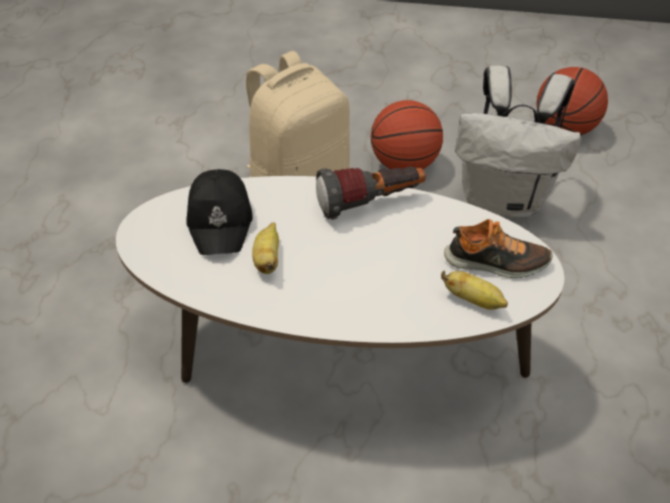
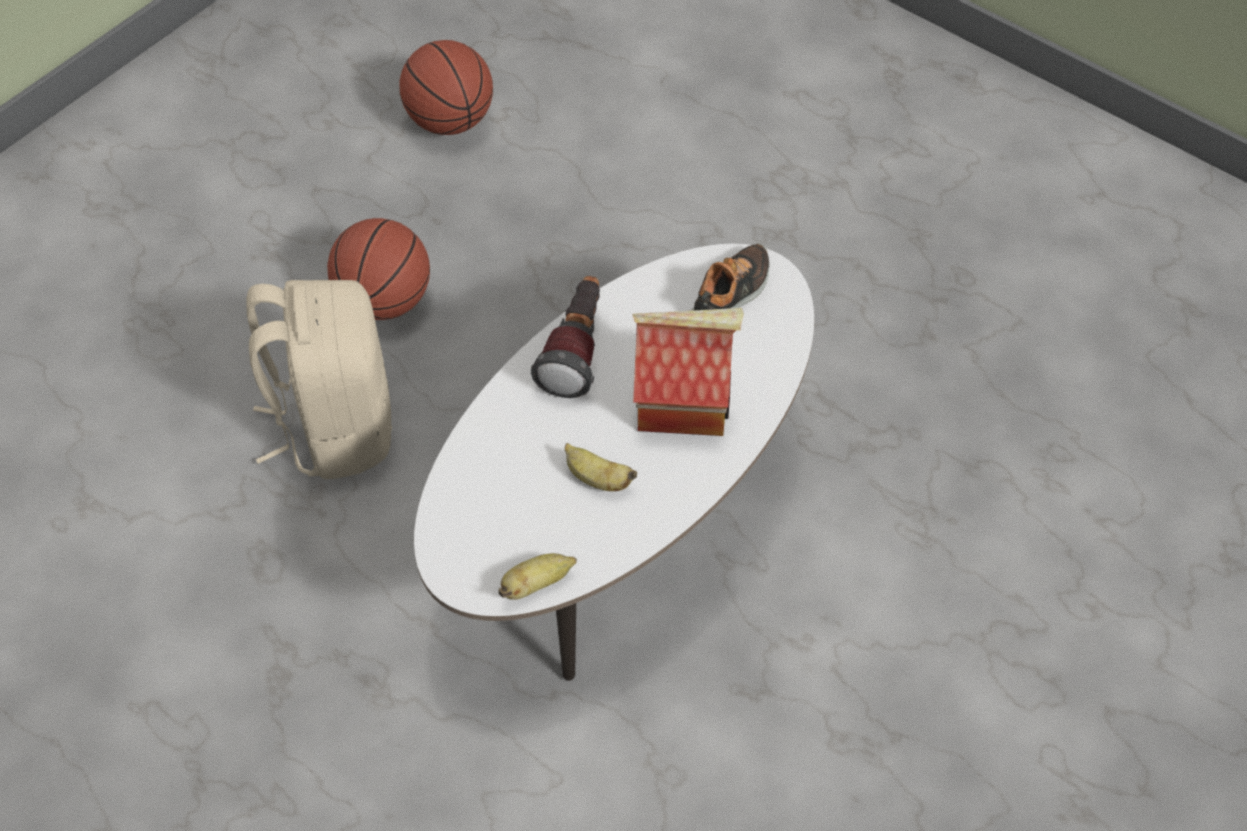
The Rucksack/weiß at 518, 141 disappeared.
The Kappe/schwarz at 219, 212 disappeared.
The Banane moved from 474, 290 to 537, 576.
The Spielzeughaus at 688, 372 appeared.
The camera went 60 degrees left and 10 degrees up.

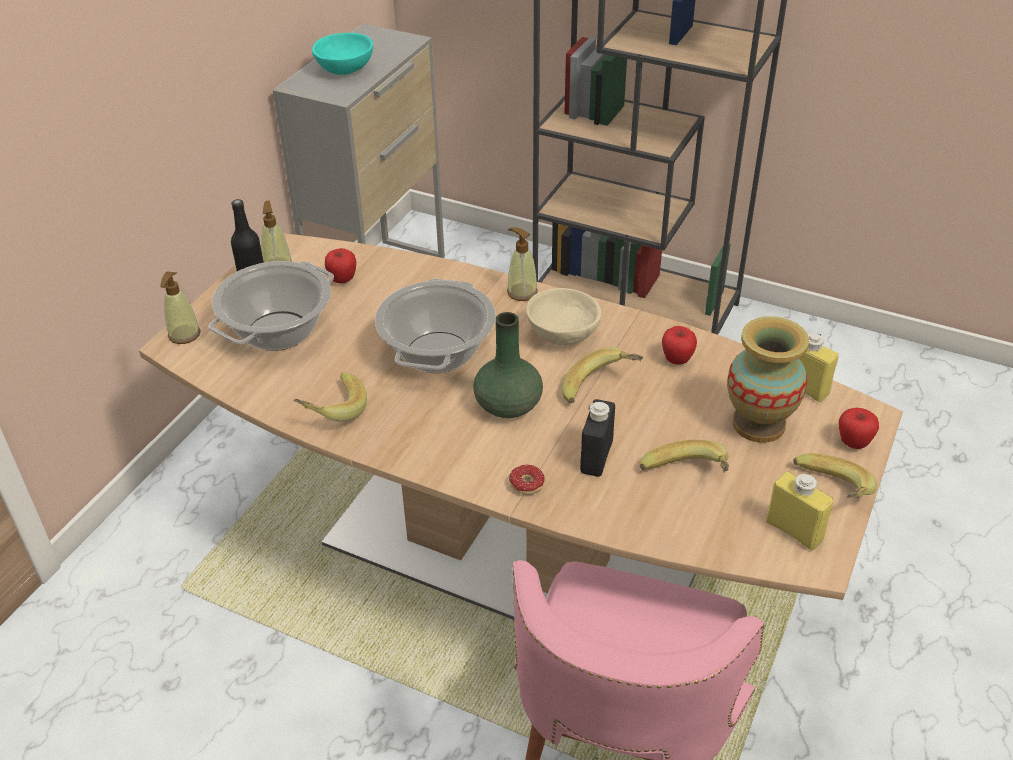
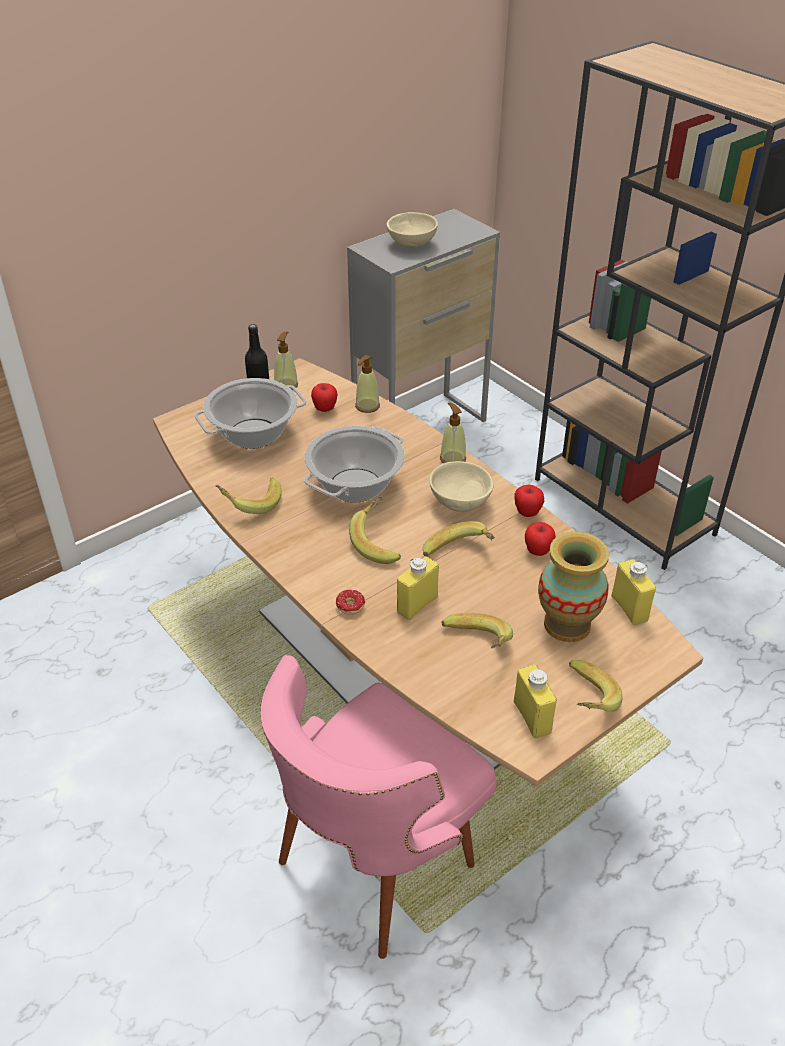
The Schüssel/türkis at 342, 54 became the Schüssel/beige at 412, 229.
The Seifenspender moved from 180, 308 to 367, 384.
The Vase/grün at 508, 365 was replaced by the Banane at 375, 530.
The Flasche/schwarz at 597, 438 became the Flasche/gelb at 418, 588.
The Apfel moved from 859, 428 to 529, 500.
The camera went 25 degrees right and 0 degrees up.

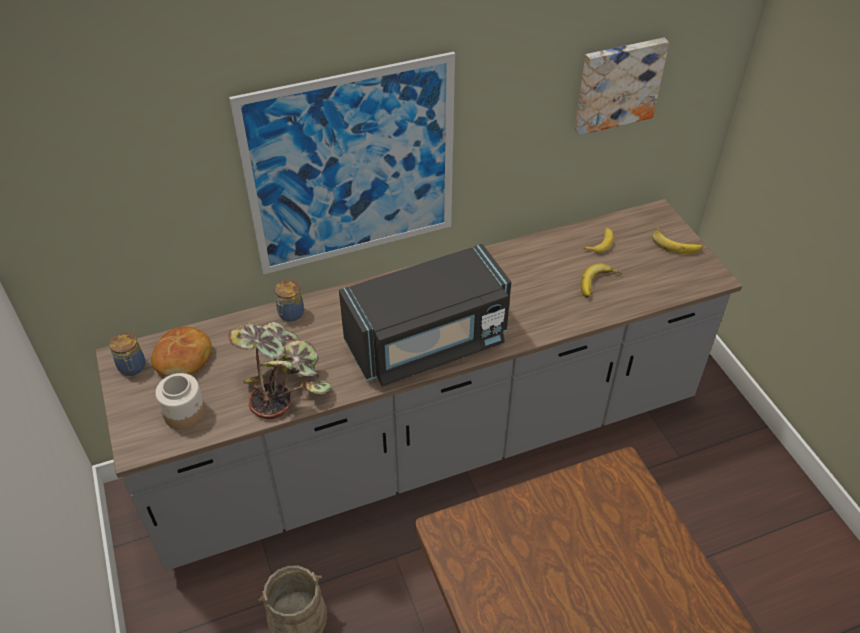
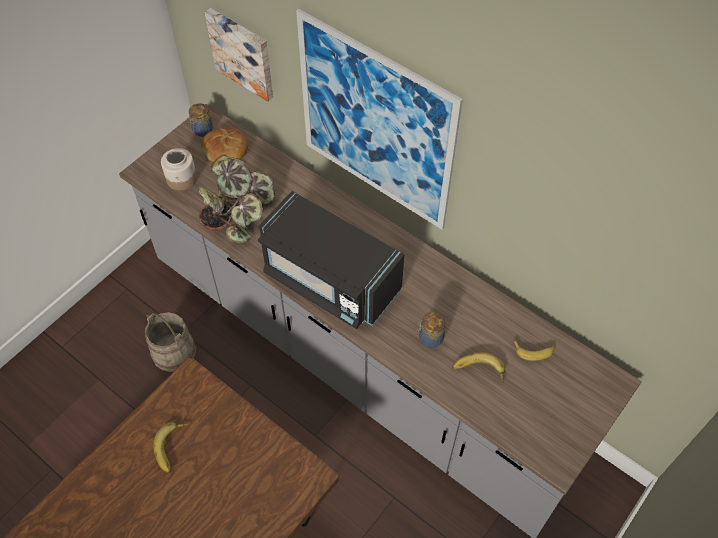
The Bild moved from 622, 86 to 238, 54.
The Banane moved from 677, 239 to 170, 447.
The Vorratsglas moved from 289, 300 to 431, 330.
The camera went 60 degrees right and 10 degrees up.

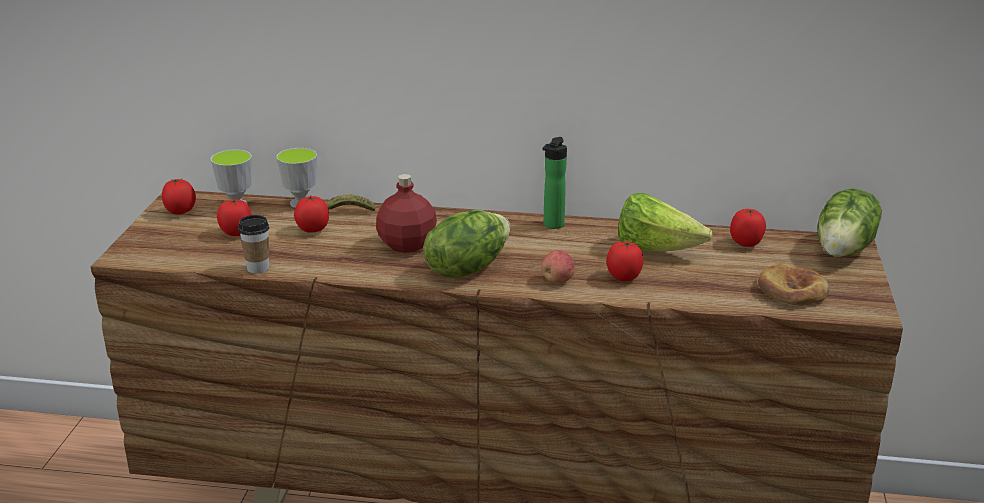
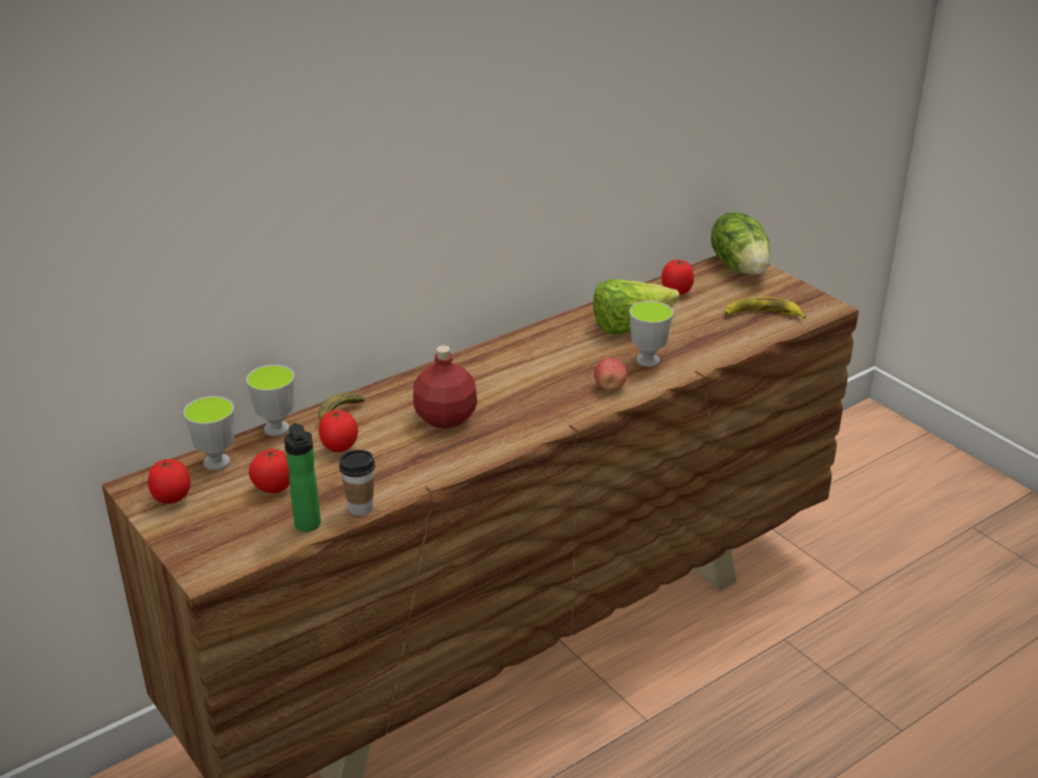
The Flasche moved from 555, 183 to 302, 477.
The Salatkopf at 466, 243 disappeared.
The Tomate at 625, 261 was replaced by the Tasse at 651, 334.
The Brot at 793, 285 was replaced by the Banane at 765, 308.
The camera went 45 degrees left and 5 degrees up.

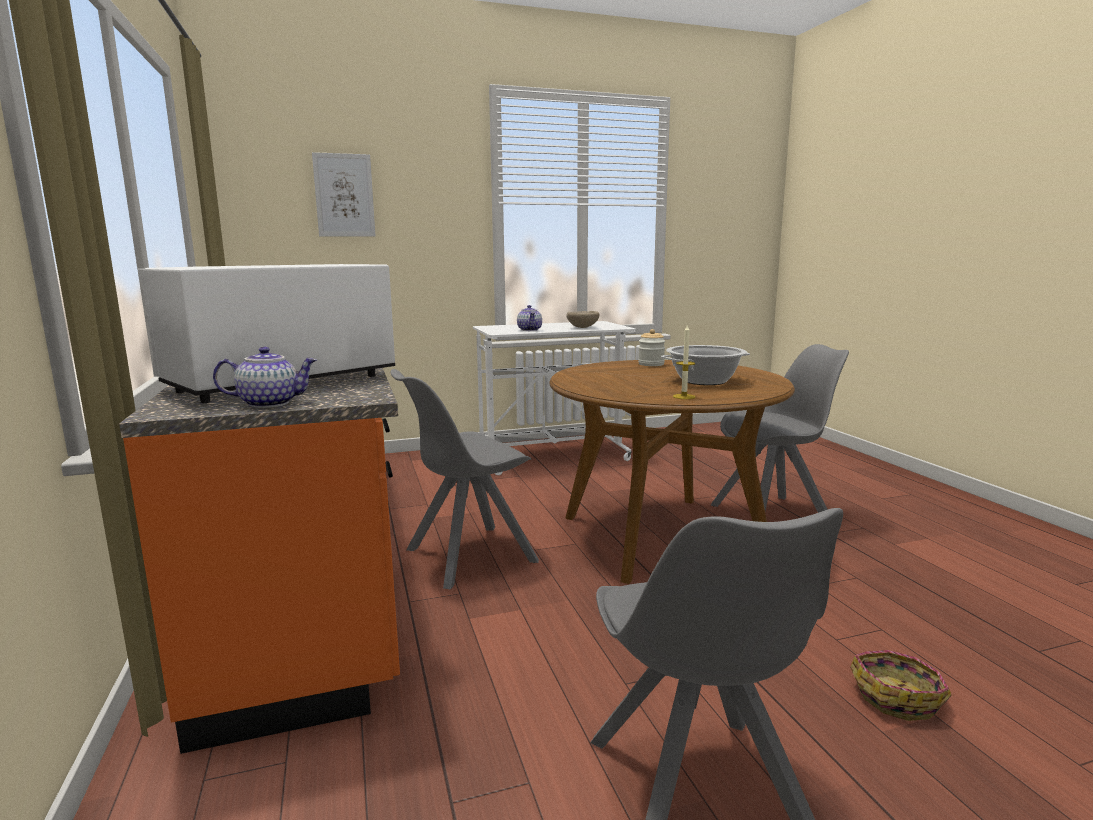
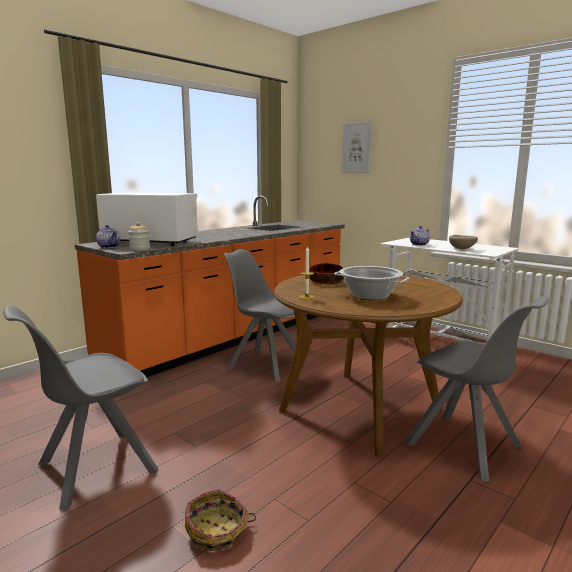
The Vorratsglas moved from 651, 347 to 139, 236.
The Schüssel at 326, 274 appeared.
The camera went 60 degrees right and 0 degrees up.

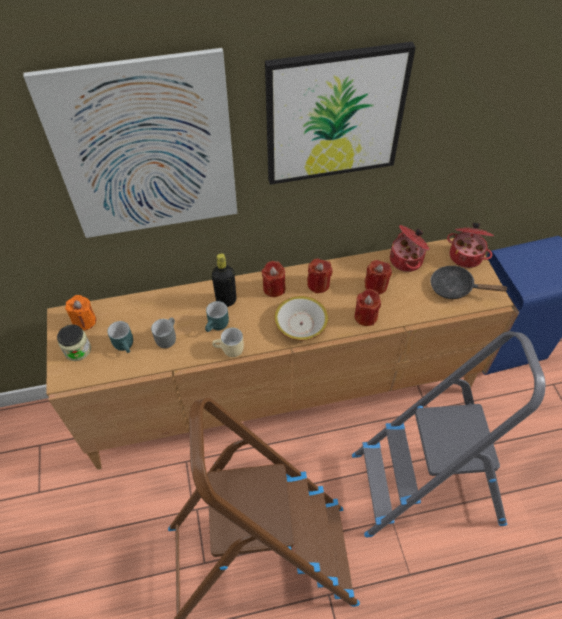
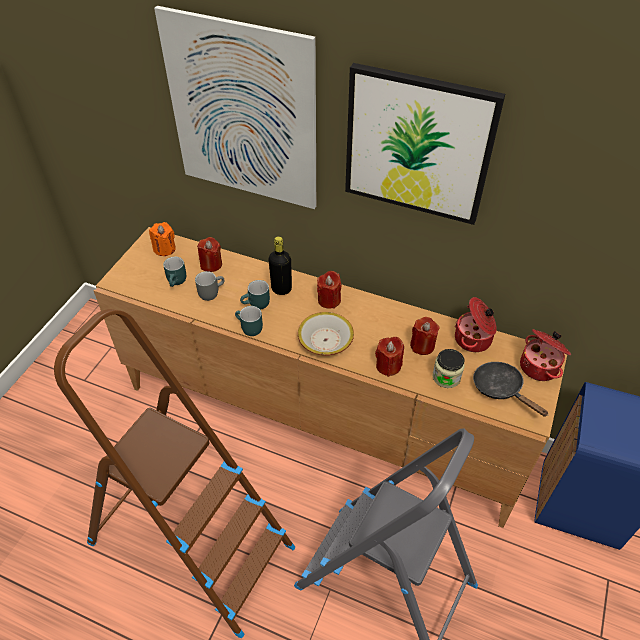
The Kerze/rot moved from 319, 276 to 209, 254.
The Vorratsglas moved from 74, 343 to 448, 368.
The Henkelbecher/beige at 228, 342 became the Henkelbecher/türkis at 249, 321.
The camera went 35 degrees right and 5 degrees down.

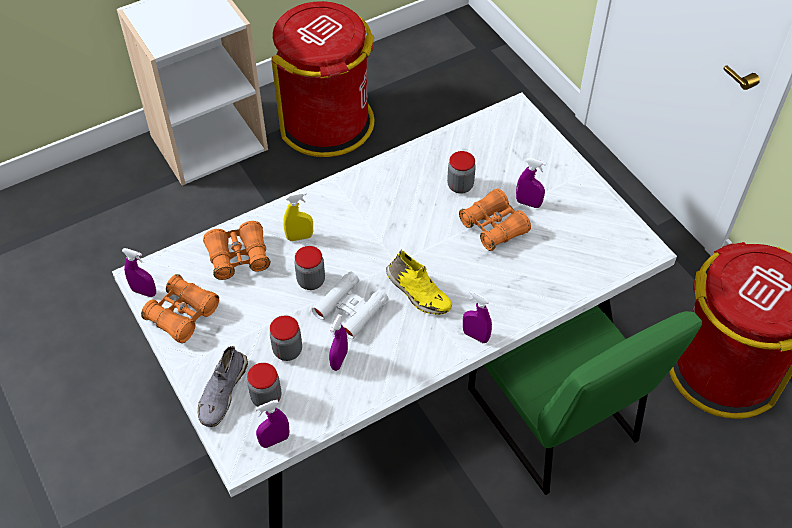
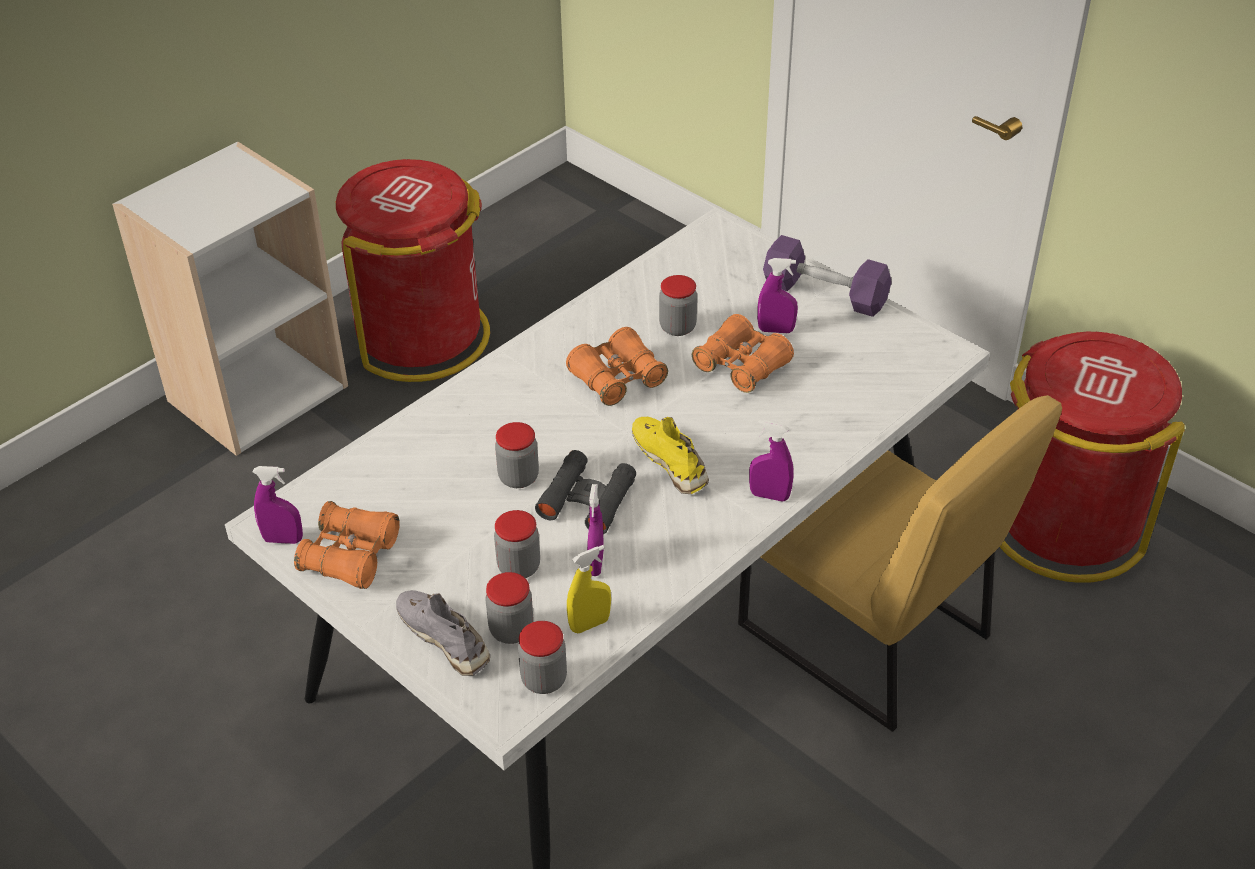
The Sprühflasche/gelb moved from 298, 216 to 589, 589.
The Fernglas/orange moved from 236, 250 to 617, 366.
The Schuh/gelb at 419, 282 turned 150 degrees counterclockwise.
The Fernglas/weiß at 349, 305 became the Fernglas/schwarz at 585, 492.
The Stuhl/grün at 585, 400 became the Stuhl/gelb at 900, 563.
The Schuh/grau at 223, 386 turned 135 degrees clockwise.
The Sprühflasche/lila at 272, 424 was replaced by the Vorratsglas at 542, 657.
The Hantel/lila at 827, 276 appeared.
The camera went 15 degrees left and 10 degrees down.

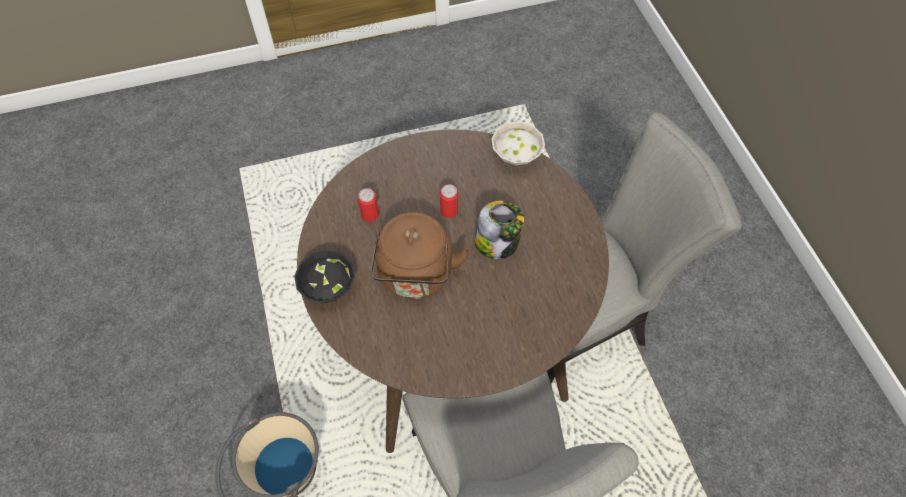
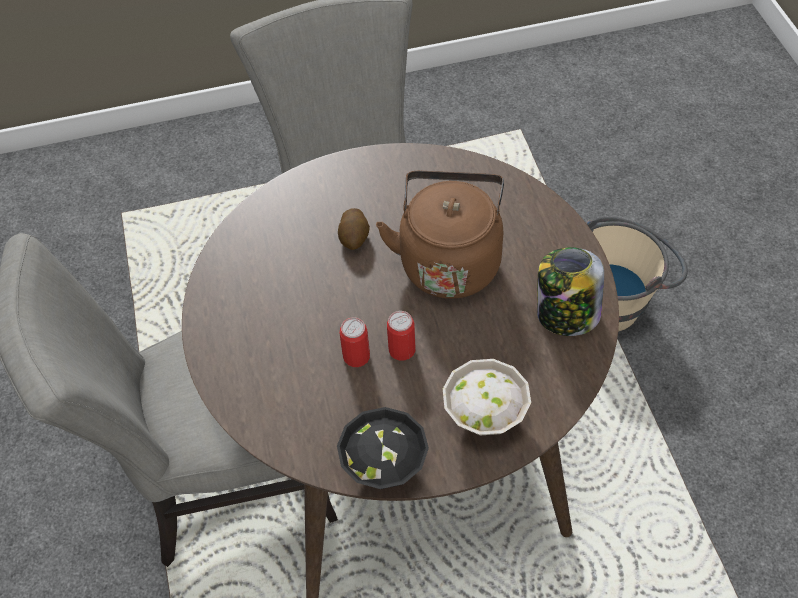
The Schüssel/weiß moved from 518, 143 to 487, 397.
The Dose moved from 368, 205 to 354, 342.
The Vorratsglas moved from 499, 230 to 570, 291.
The Schüssel/schwarz moved from 324, 276 to 383, 448.
The Kartoffel at 354, 229 appeared.
The camera went 175 degrees left and 5 degrees down.

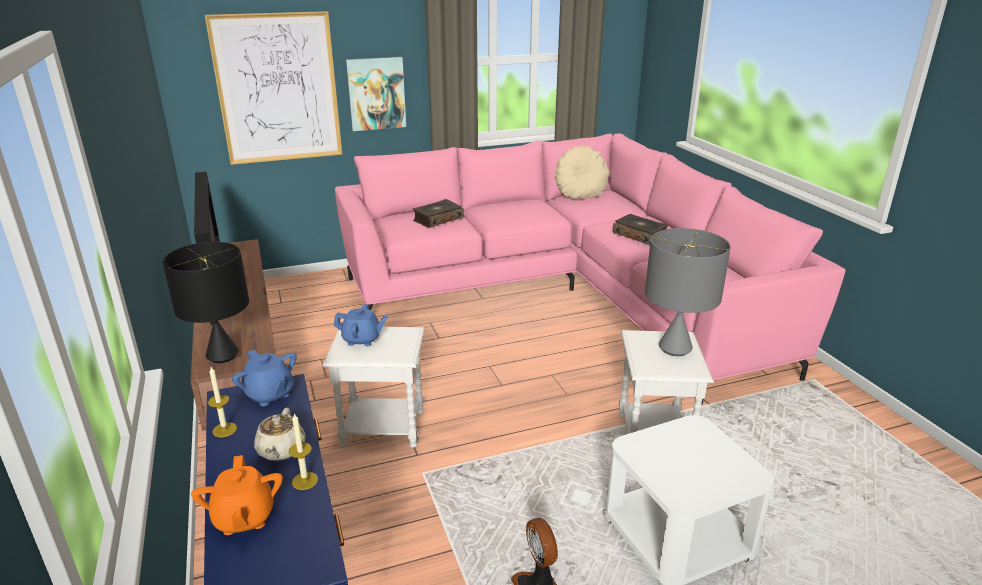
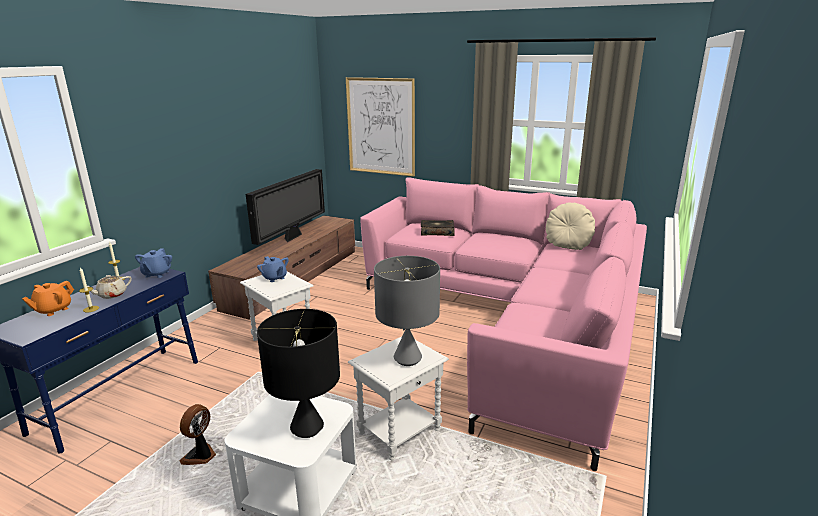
The Bild at 376, 94 disappeared.
The Buch at 640, 229 disappeared.
The Tischlampe/schwarz moved from 206, 302 to 298, 373.
The camera went 45 degrees right and 5 degrees down.

